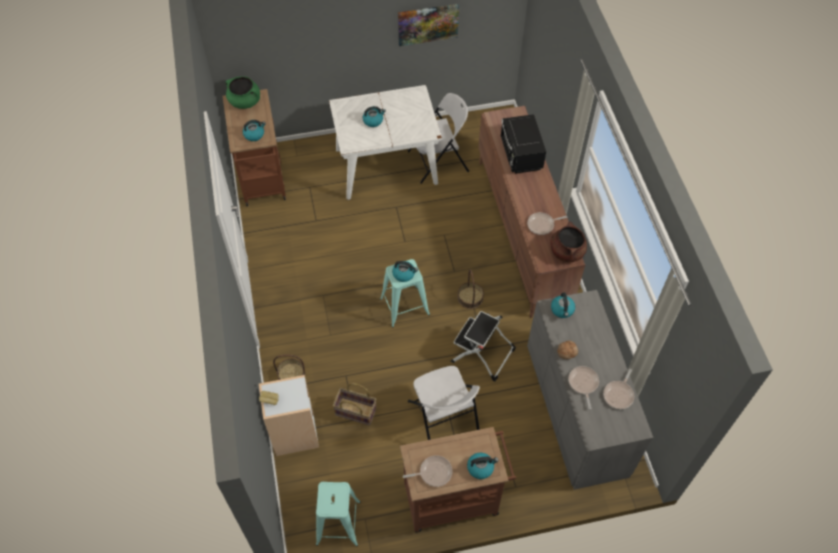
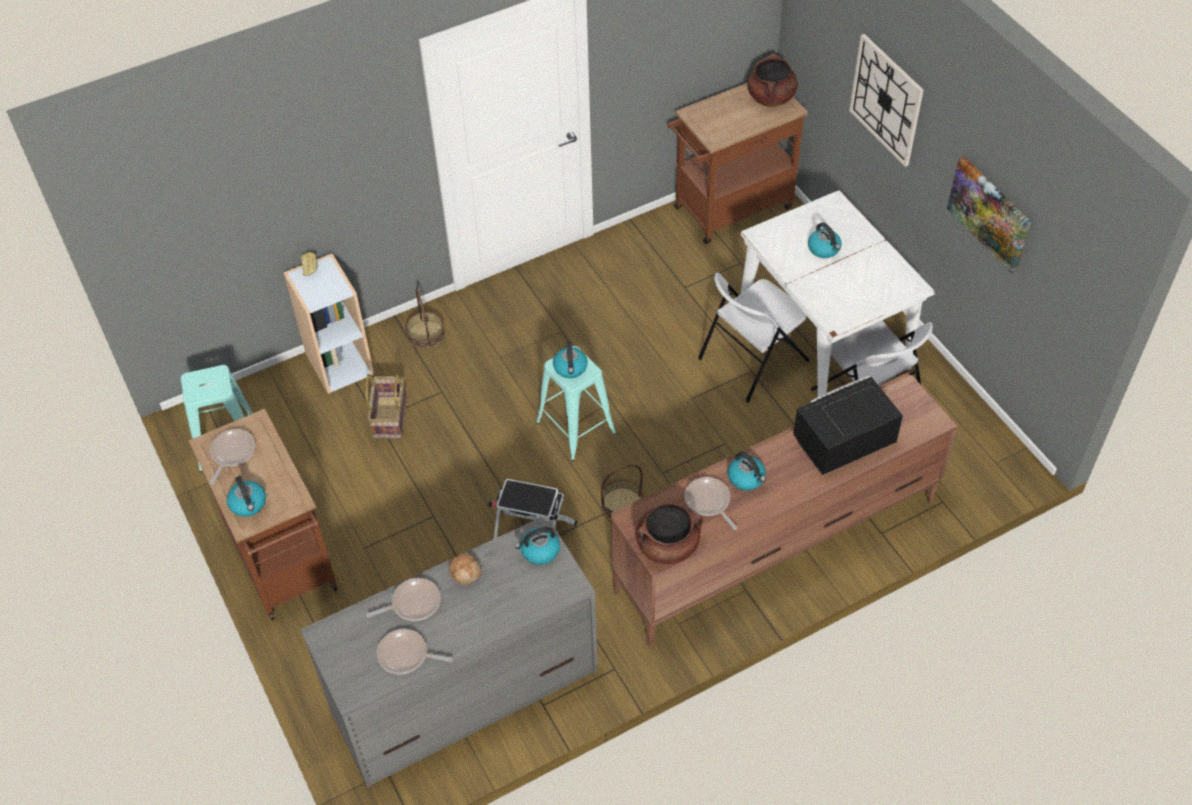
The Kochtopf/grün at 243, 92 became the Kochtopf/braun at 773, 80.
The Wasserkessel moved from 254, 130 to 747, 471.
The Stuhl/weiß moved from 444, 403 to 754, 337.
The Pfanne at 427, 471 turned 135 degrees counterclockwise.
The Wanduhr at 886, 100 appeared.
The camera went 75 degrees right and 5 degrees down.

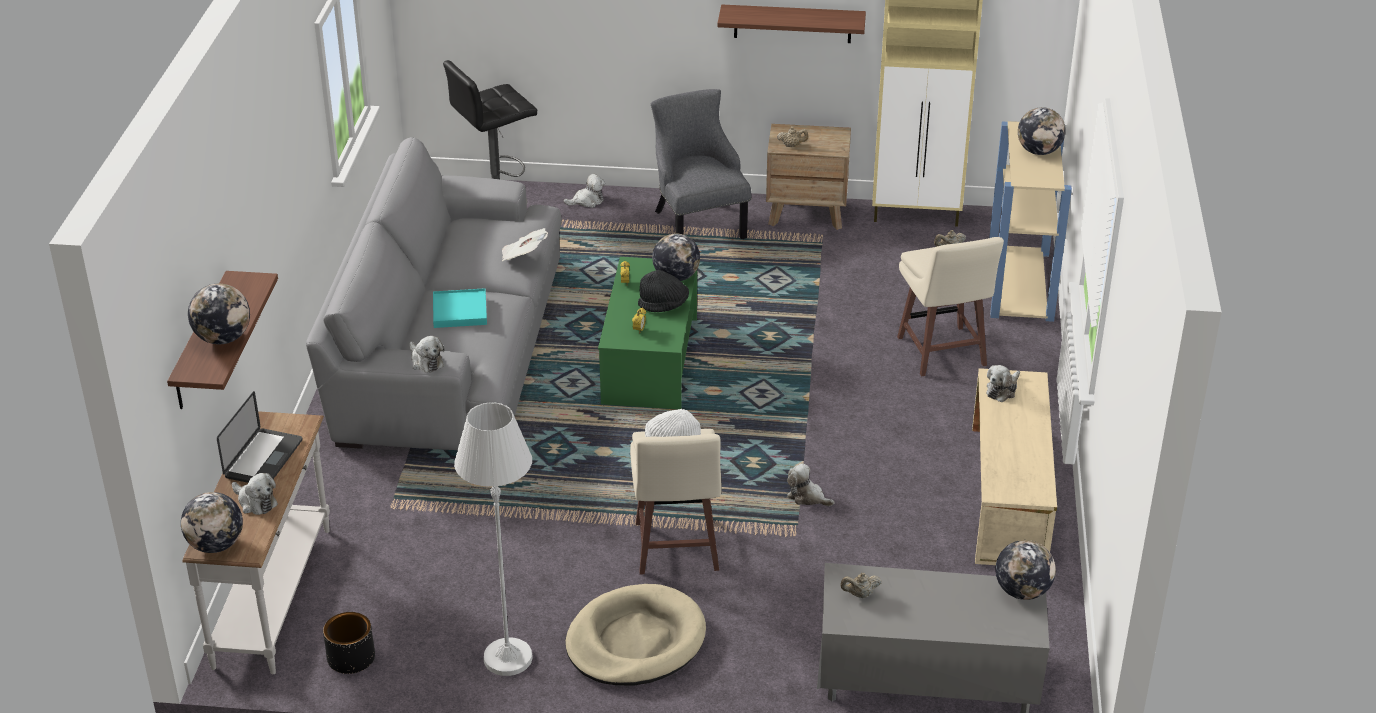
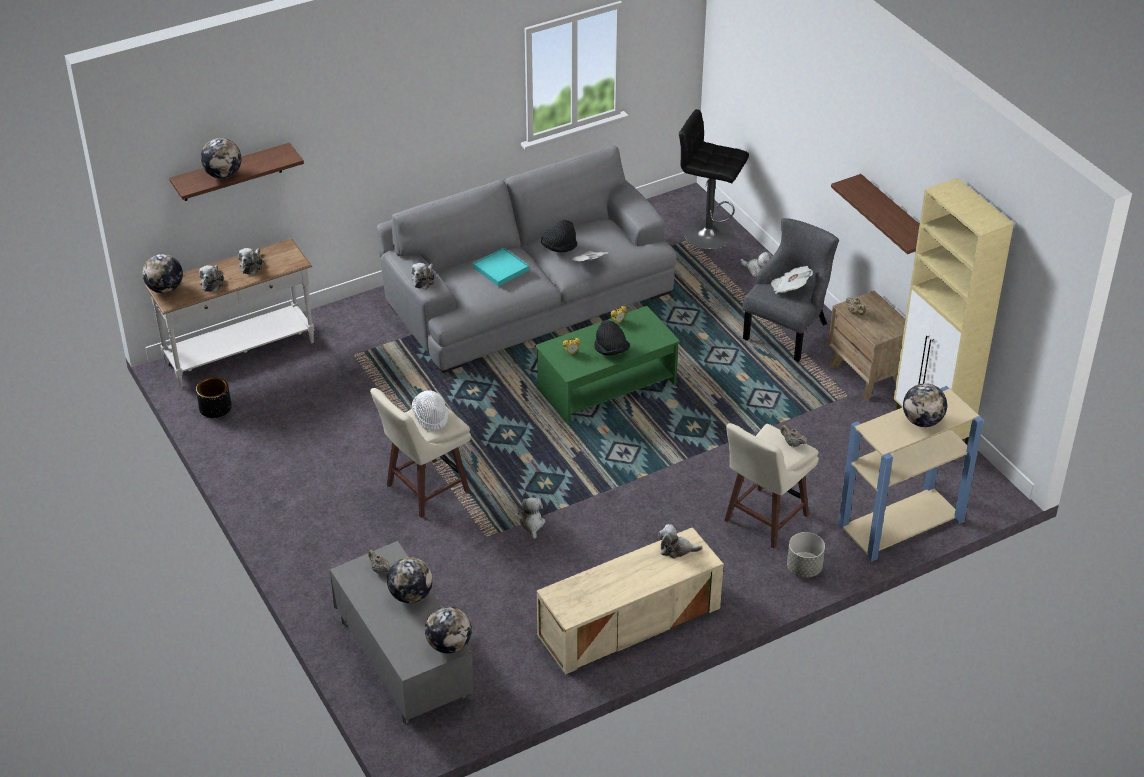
The Globus moved from 676, 257 to 410, 580.
The Laptop at 260, 437 was replaced by the Plüschtier at 250, 261.
The Stehlampe/weiß at 493, 539 disappeared.
The Hundebett/beige at 636, 635 disappeared.
The Hut/schwarz at 559, 236 appeared.
The Zeitung at 792, 280 appeared.
The Pflanzkübel/grau at 806, 555 appeared.
The camera went 55 degrees right and 5 degrees up.

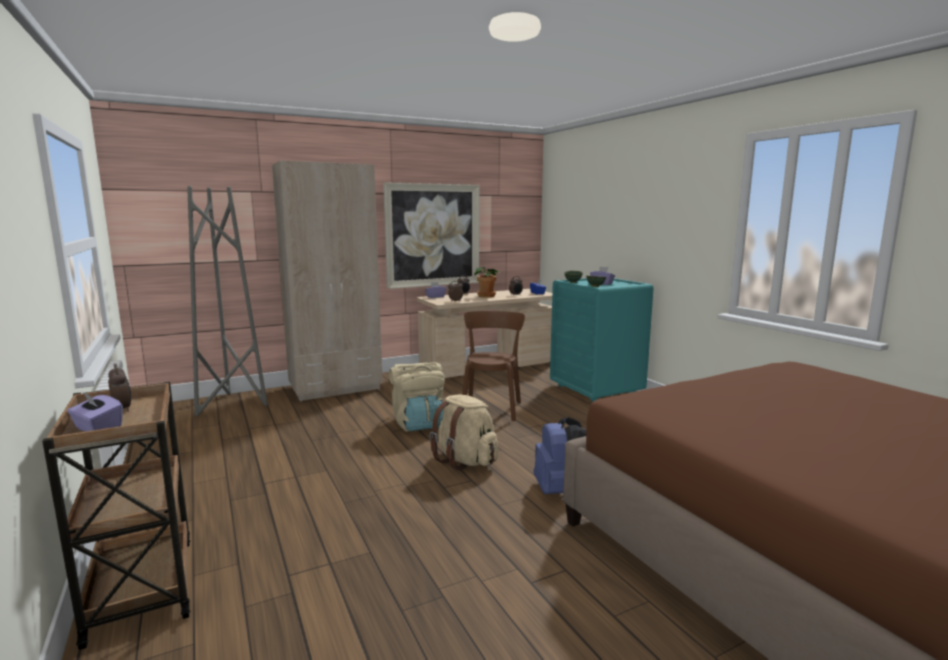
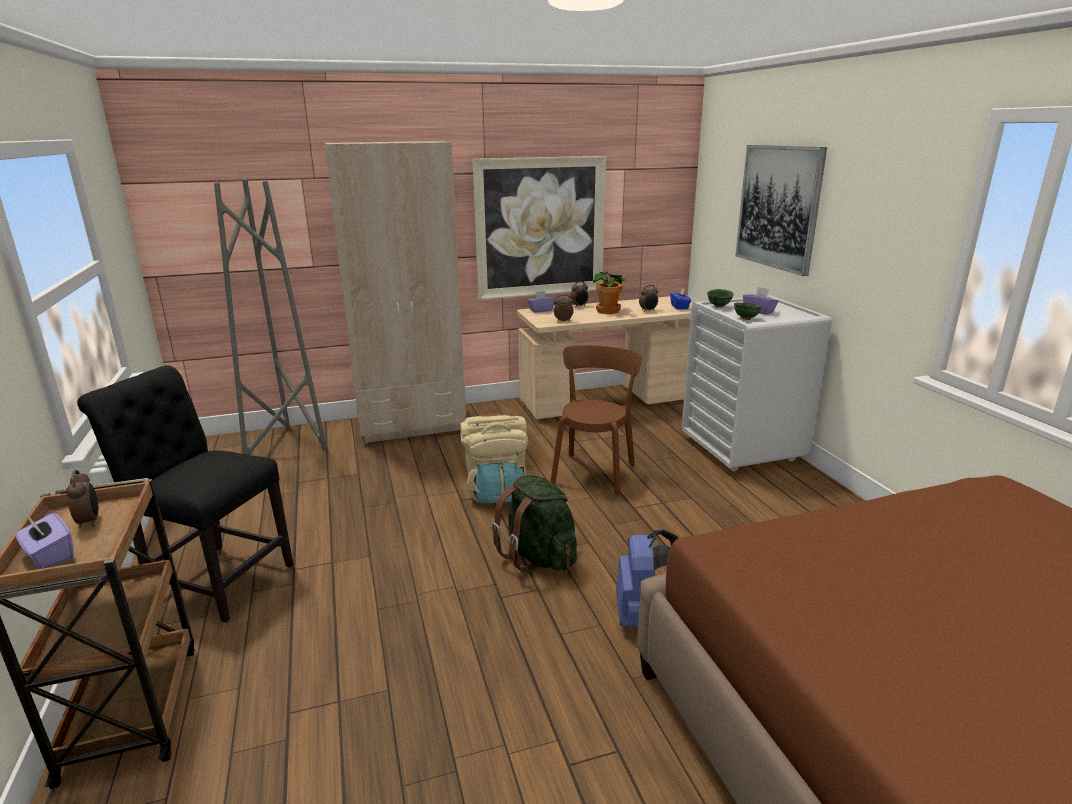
The Kommode/türkis at 602, 340 became the Kommode/grau at 757, 383.
The Rucksack/beige at 464, 432 became the Rucksack/grün at 534, 524.
The Bild at 781, 210 appeared.
The Stuhl/schwarz at 185, 494 appeared.
The camera went 10 degrees right and 10 degrees up.

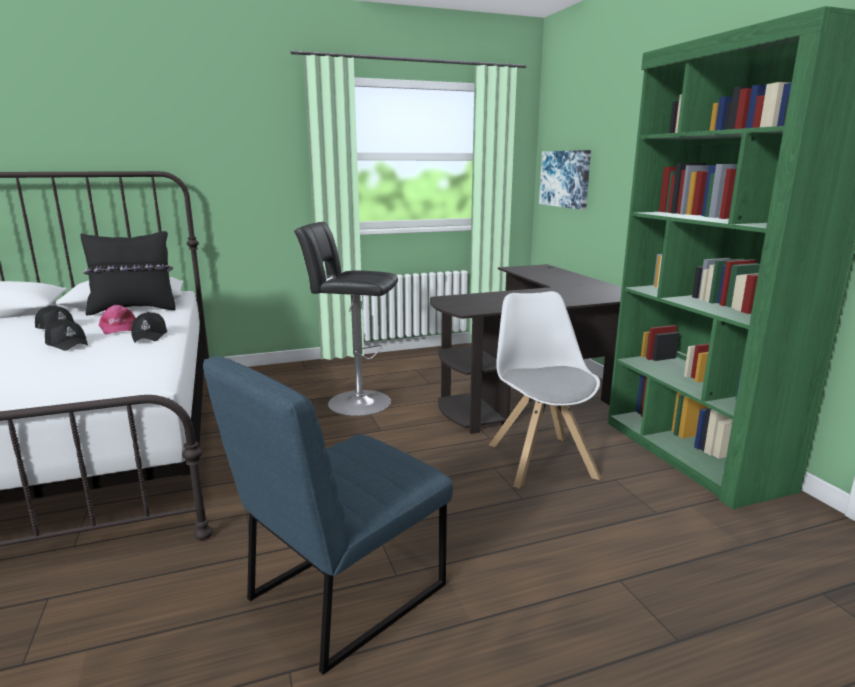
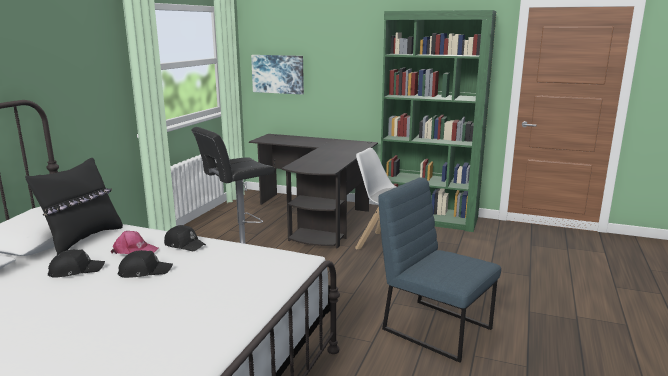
The Stuhl/blau at 328, 515 turned 135 degrees clockwise.
The camera went 50 degrees left and 0 degrees up.

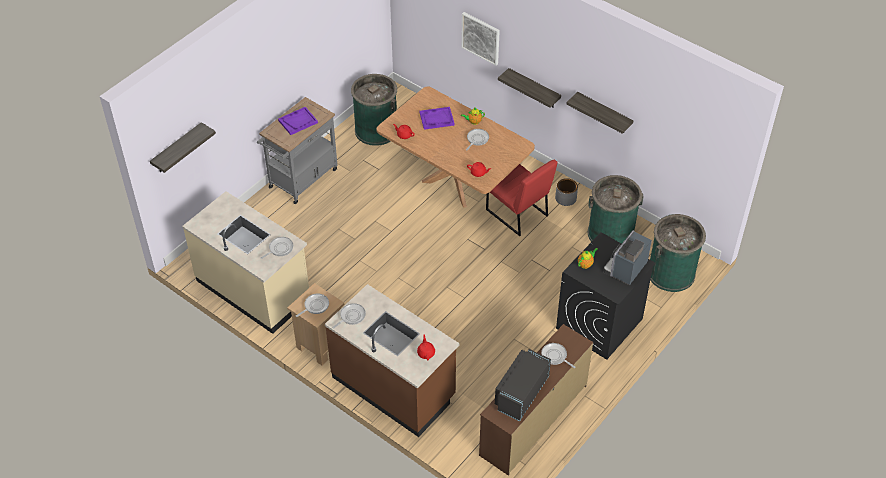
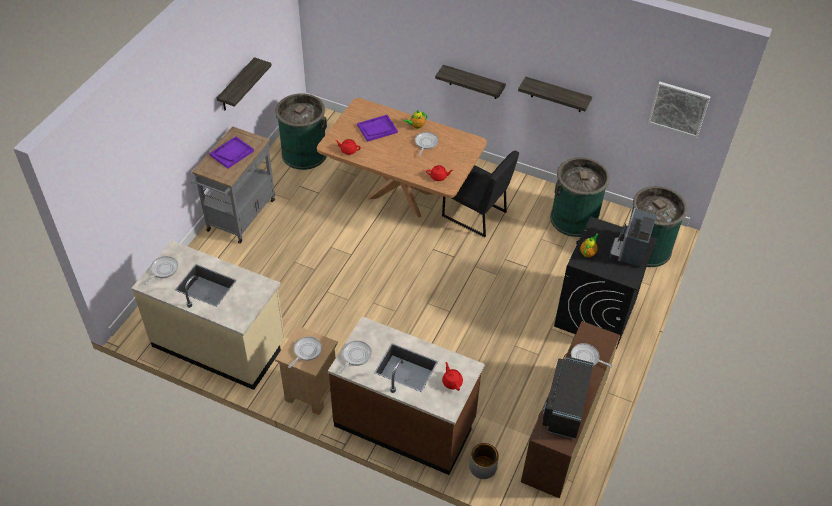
The Bild moved from 480, 39 to 679, 109.
The Wandregal moved from 183, 147 to 244, 84.
The Stuhl/rot at 521, 198 became the Stuhl/schwarz at 480, 193.
The Pflanzkübel/grau moved from 566, 192 to 484, 461.
The Pfanne moved from 276, 248 to 160, 270.
The camera went 15 degrees left and 0 degrees up.

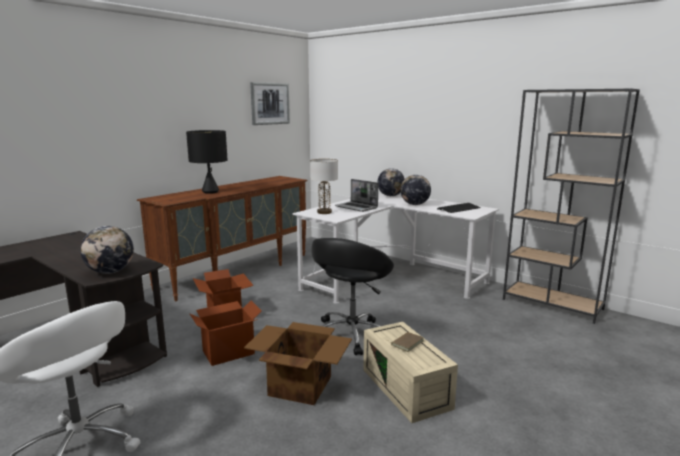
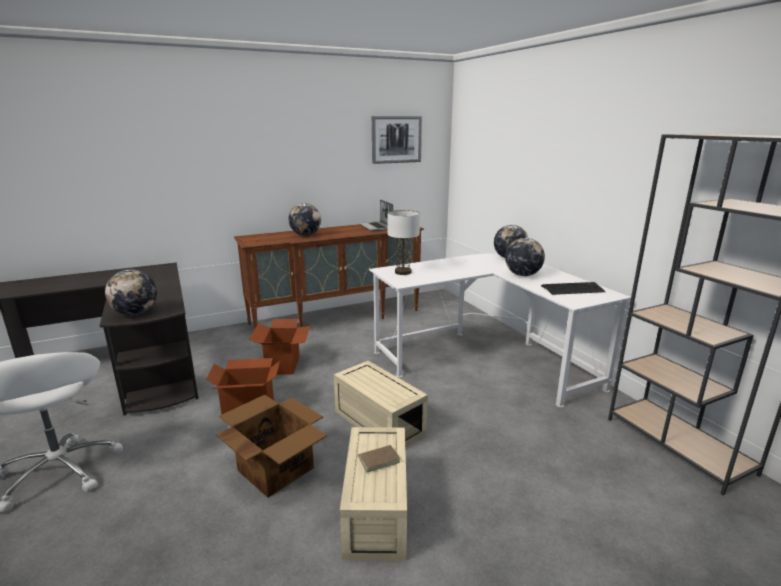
The Tischlampe/schwarz at 207, 162 was replaced by the Globus at 305, 219.
The Laptop moved from 356, 195 to 376, 215.
The Bürostuhl/schwarz at 352, 296 was replaced by the Aufbewahrungsbox/beige at 381, 404.
The camera went 25 degrees right and 5 degrees up.

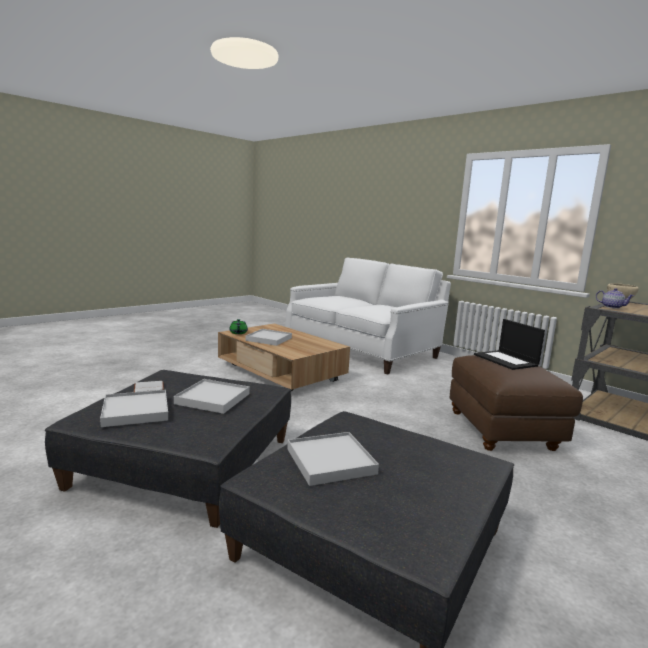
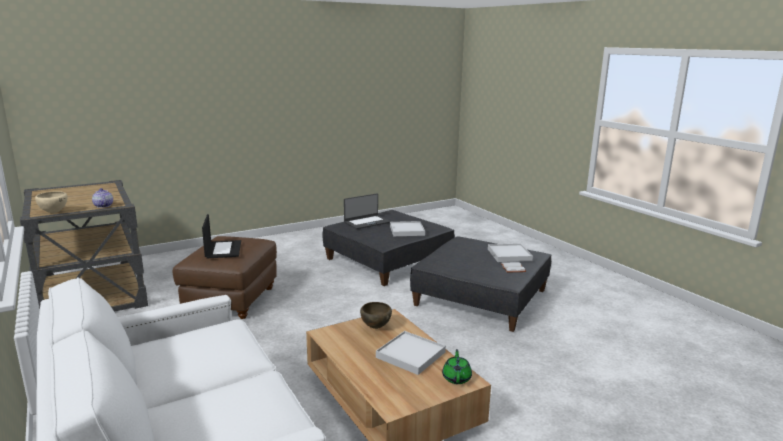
The Tablett/weiß at 212, 396 disappeared.
The Laptop at 367, 211 appeared.
The Schüssel/braun at 376, 315 appeared.
The camera went 165 degrees left and 5 degrees up.

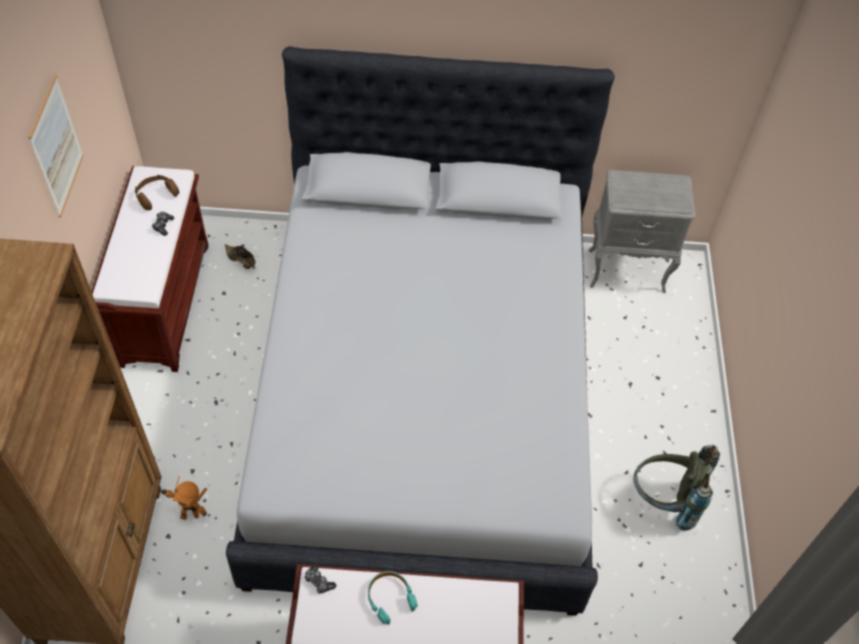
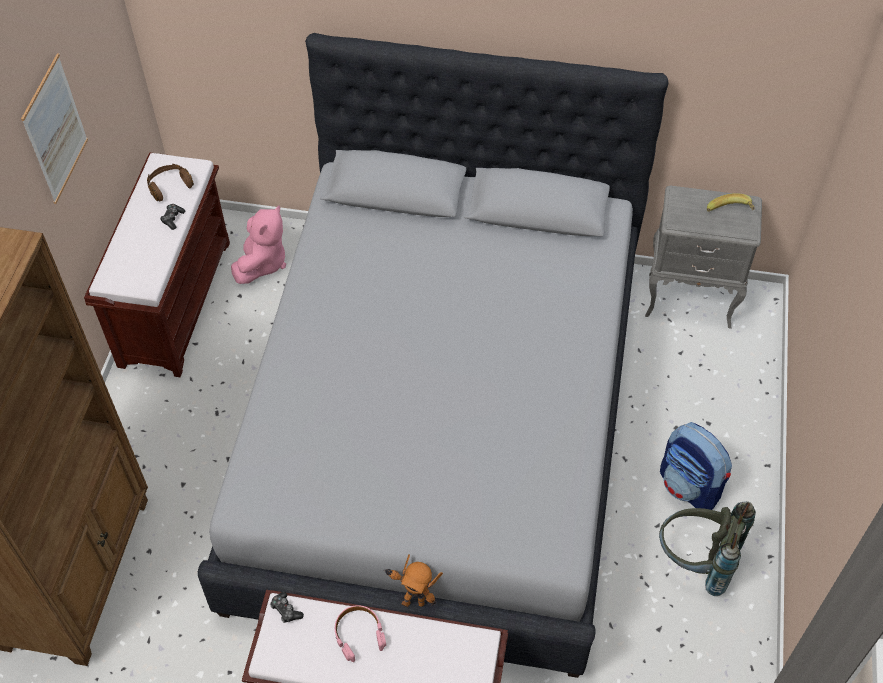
The Schuh/braun at 240, 256 was replaced by the Plüschtier/rosa at 258, 244.
The Spielzeugroboter moved from 183, 498 to 413, 580.
The Kopfhörer/türkis at 393, 598 became the Kopfhörer/rosa at 360, 633.
The Banane at 731, 202 appeared.
The Rucksack at 696, 466 appeared.
The camera went 10 degrees right and 0 degrees up.

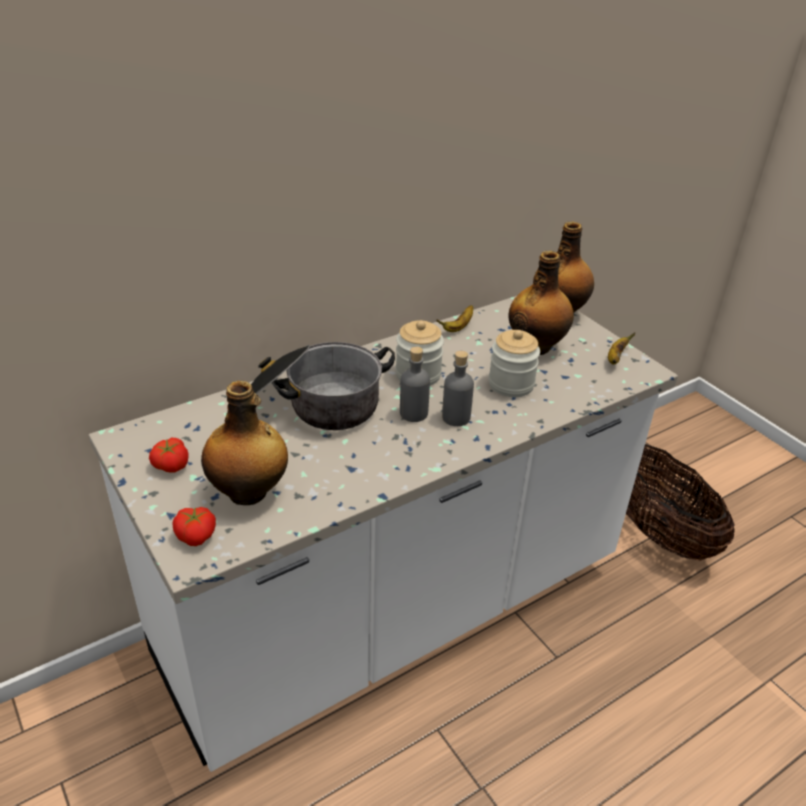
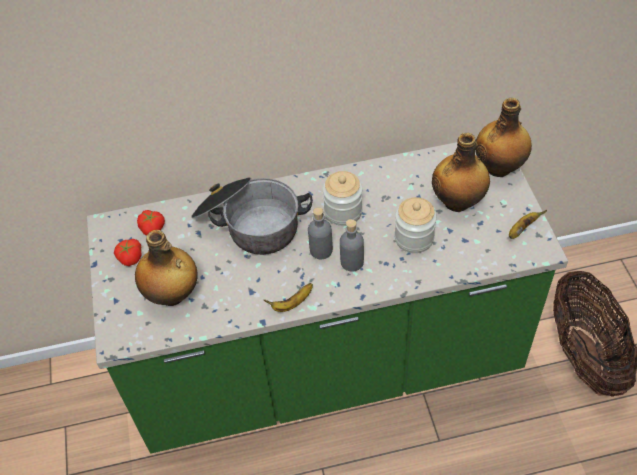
The Küchenzeile/weiß at 383, 534 became the Küchenzeile/grün at 327, 298.
The Banane moved from 455, 318 to 288, 297.
The Tomate moved from 194, 526 to 151, 223.
The camera went 25 degrees right and 15 degrees up.

